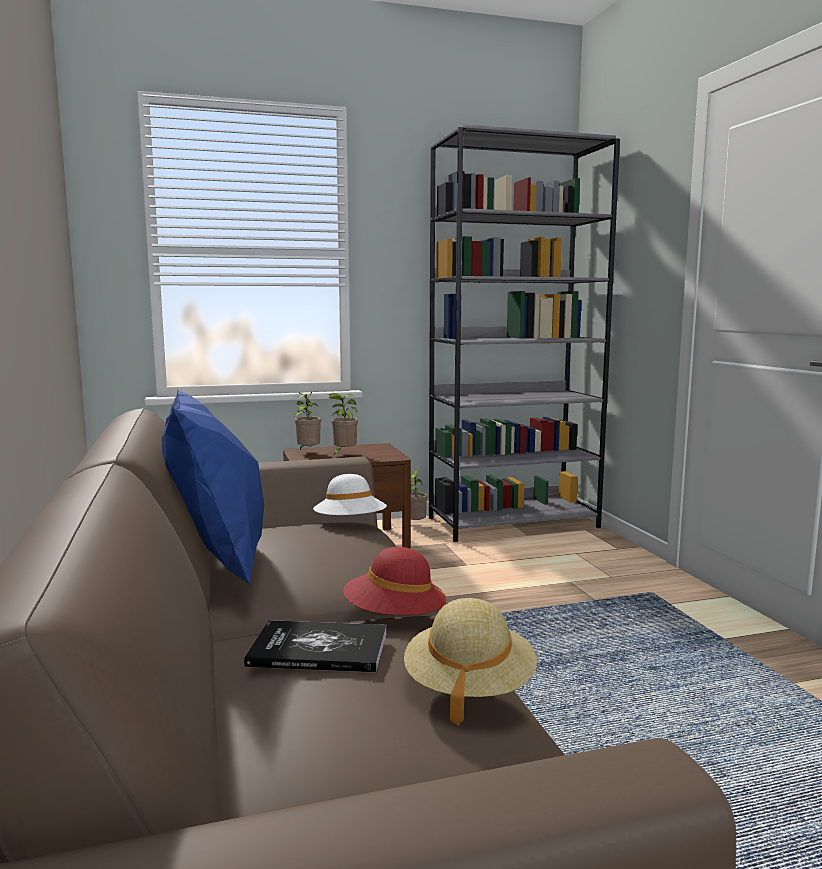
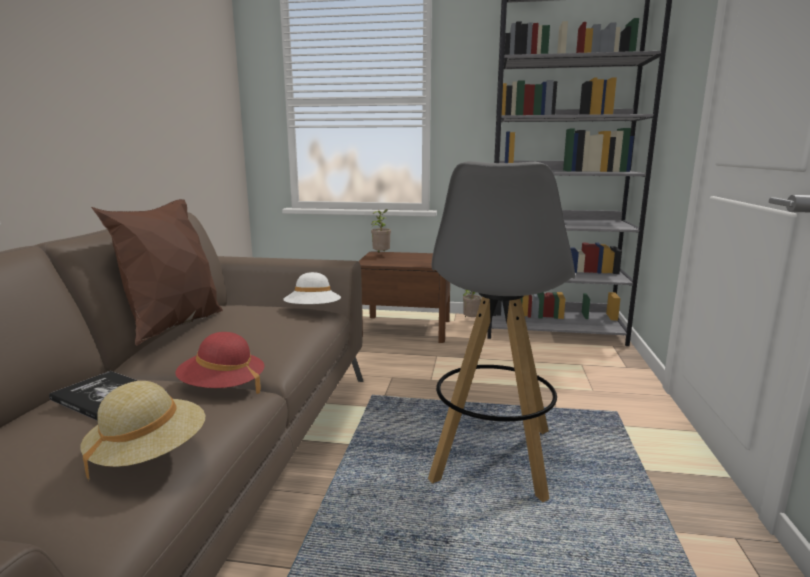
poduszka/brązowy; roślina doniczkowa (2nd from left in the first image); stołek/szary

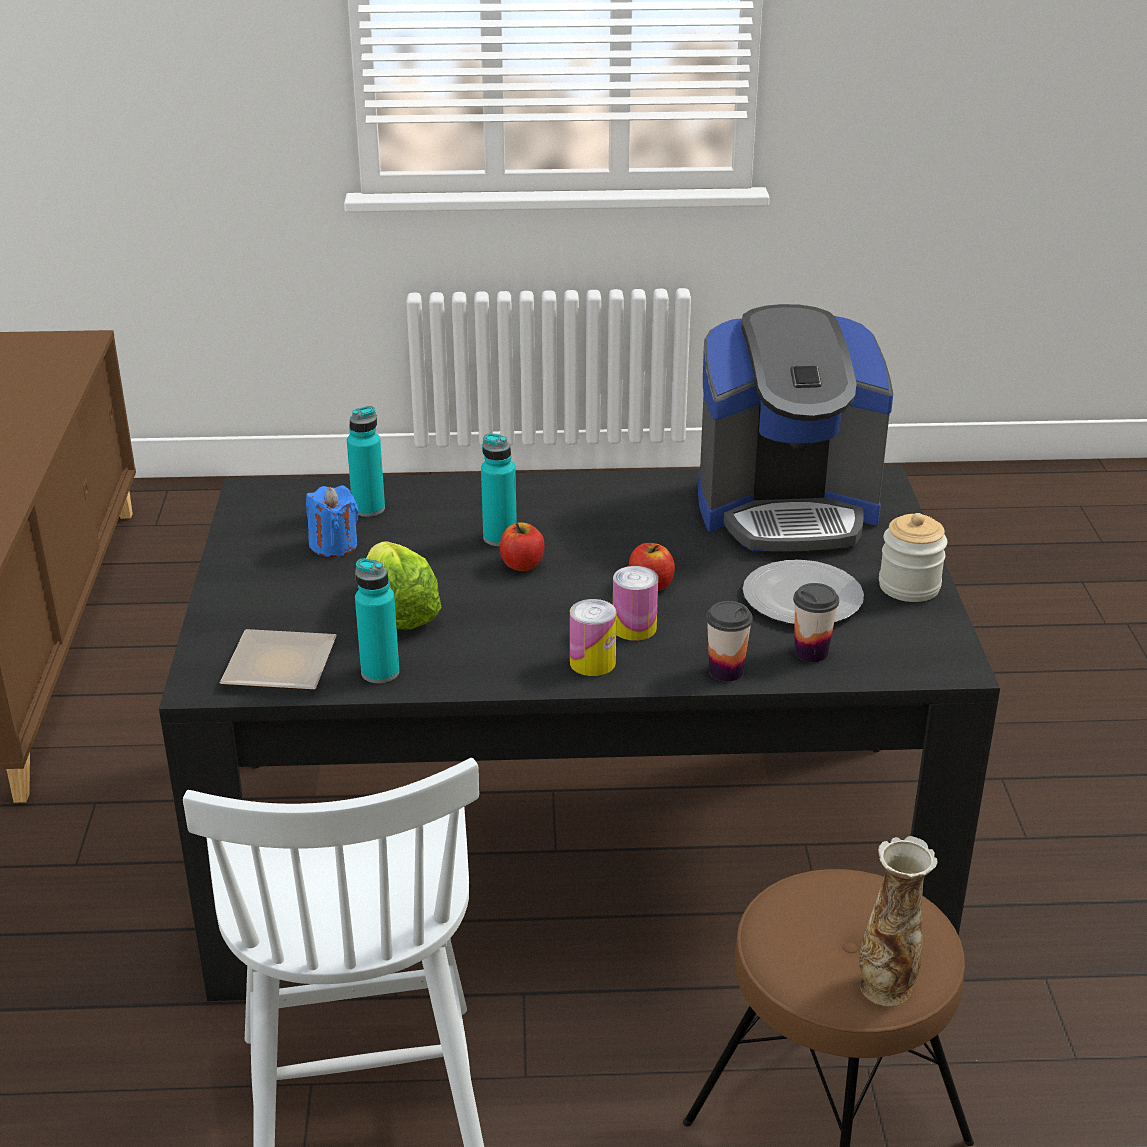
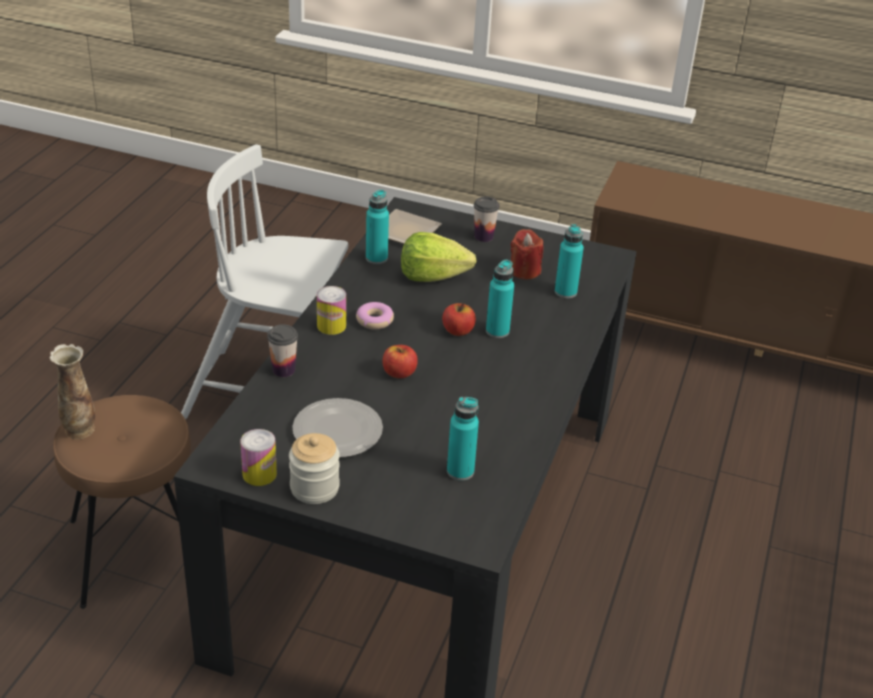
świeca/czerwony; puszka (1st from left); butelka/turkusowy (2nd from left); filiżanka (2nd from left); donut

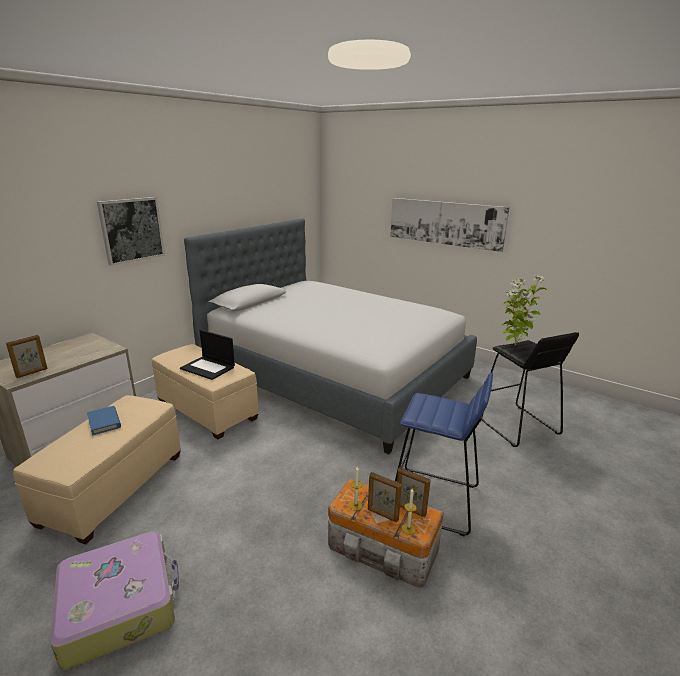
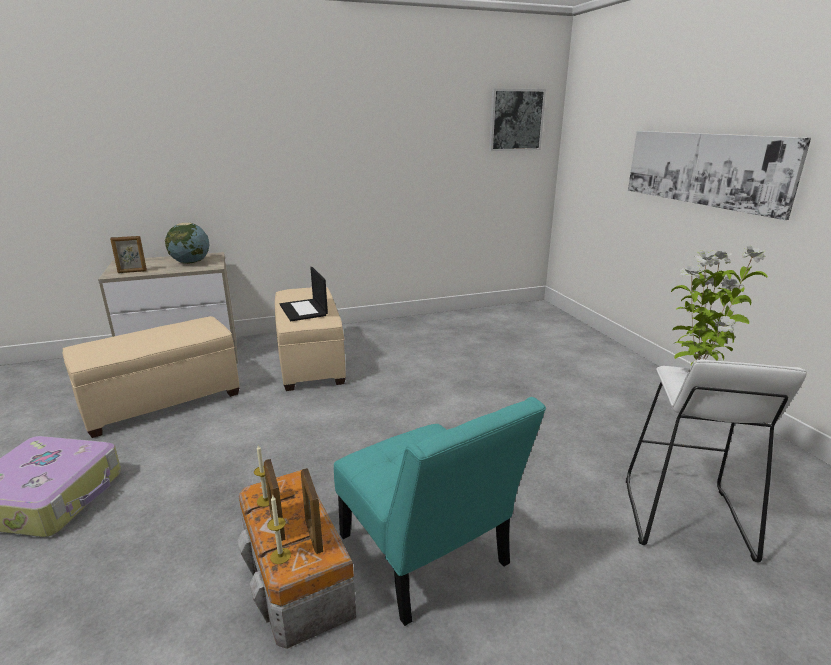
książka/niebieski; obraz (1st from left); łóżko; krzesło/turkusowy; stołek/biały; globus

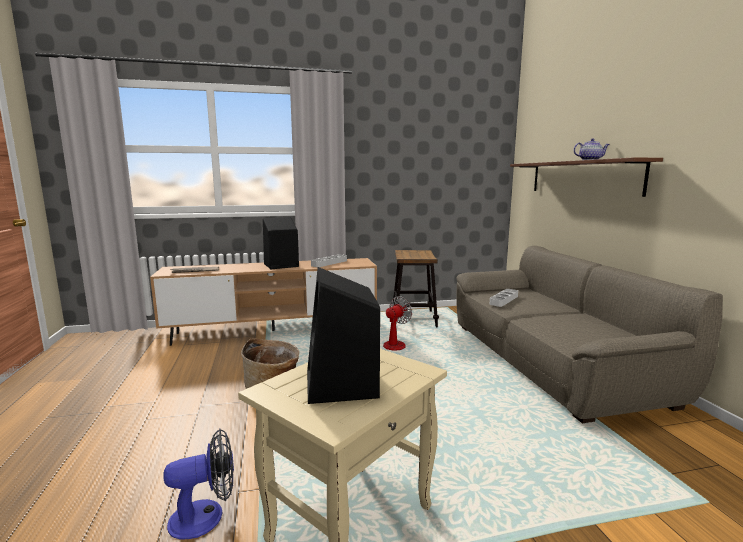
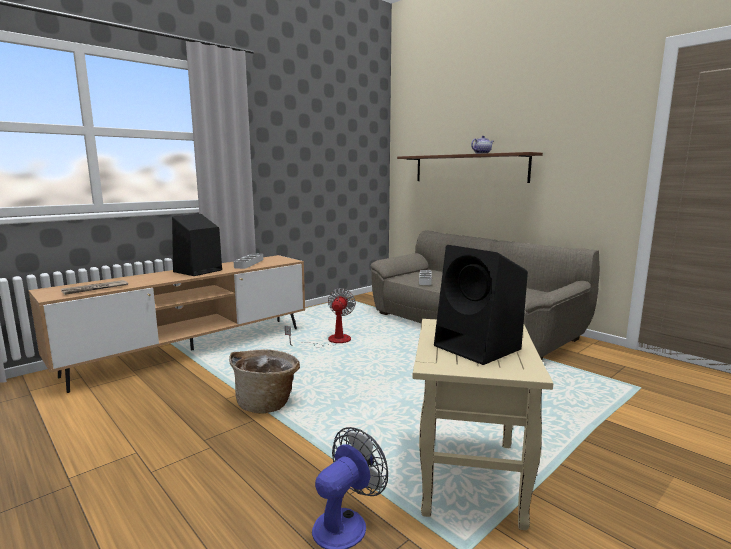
stołek

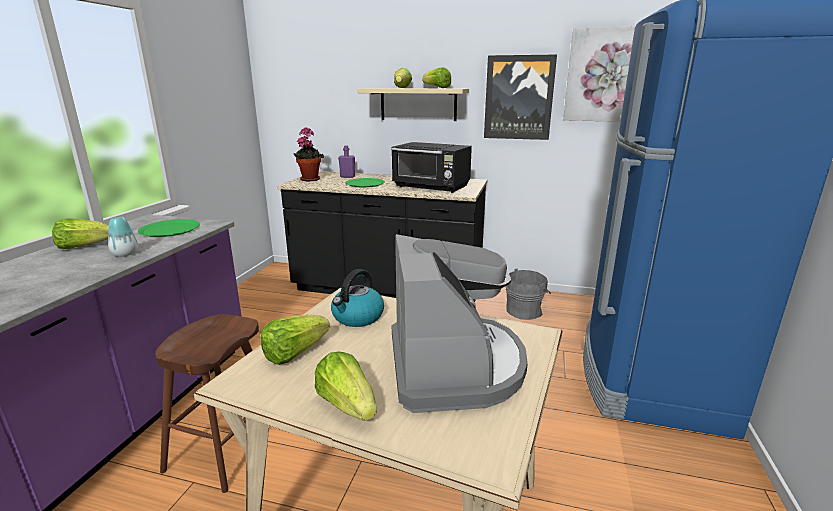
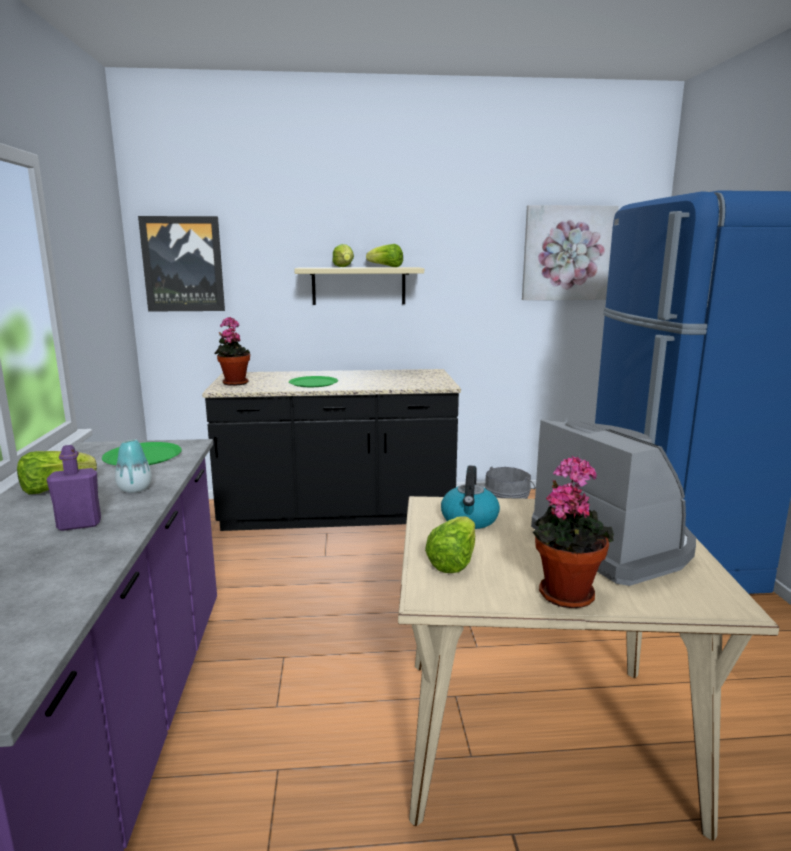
stołek/brązowy; roślina doniczkowa (2nd from left); butelka/fioletowy; mikrofalówka/czarny; obraz (1st from left)

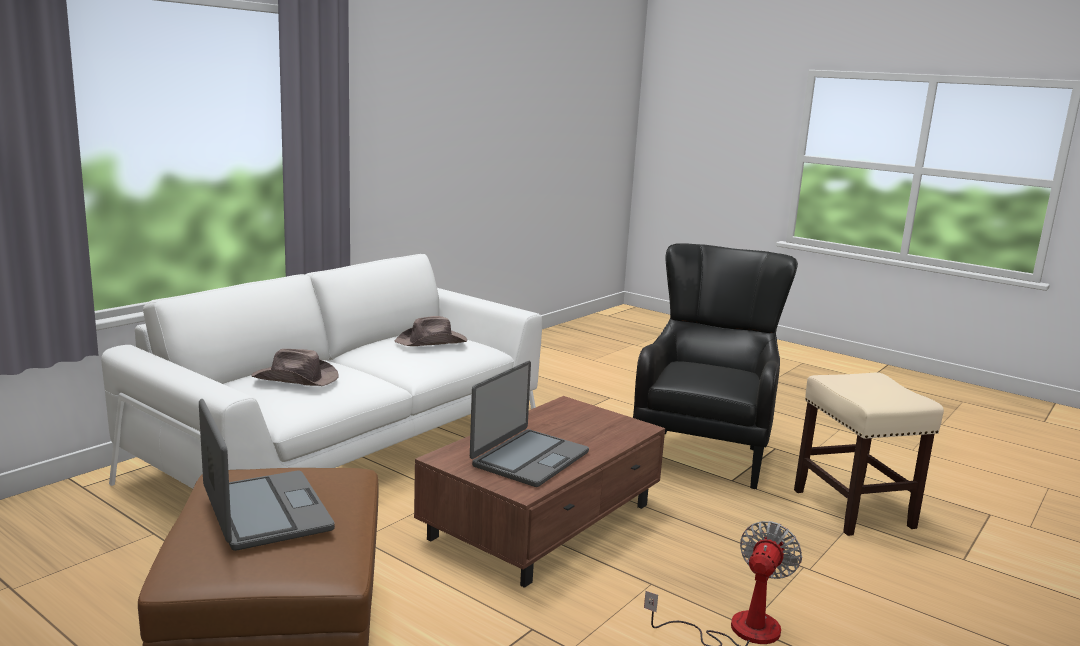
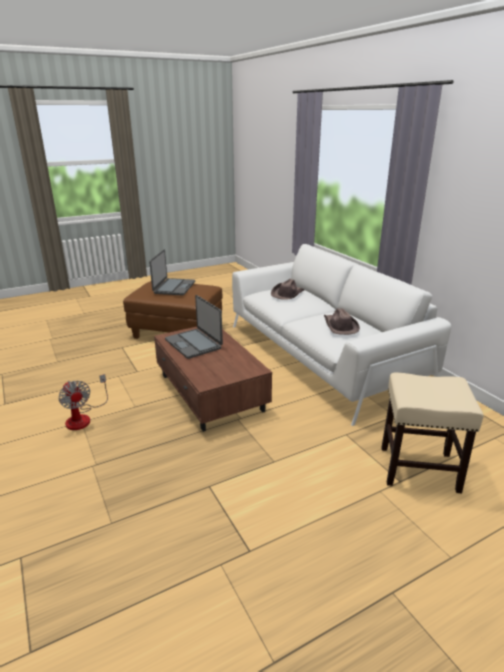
laptop (1st from left); fotel/czarny; stołek/beżowy

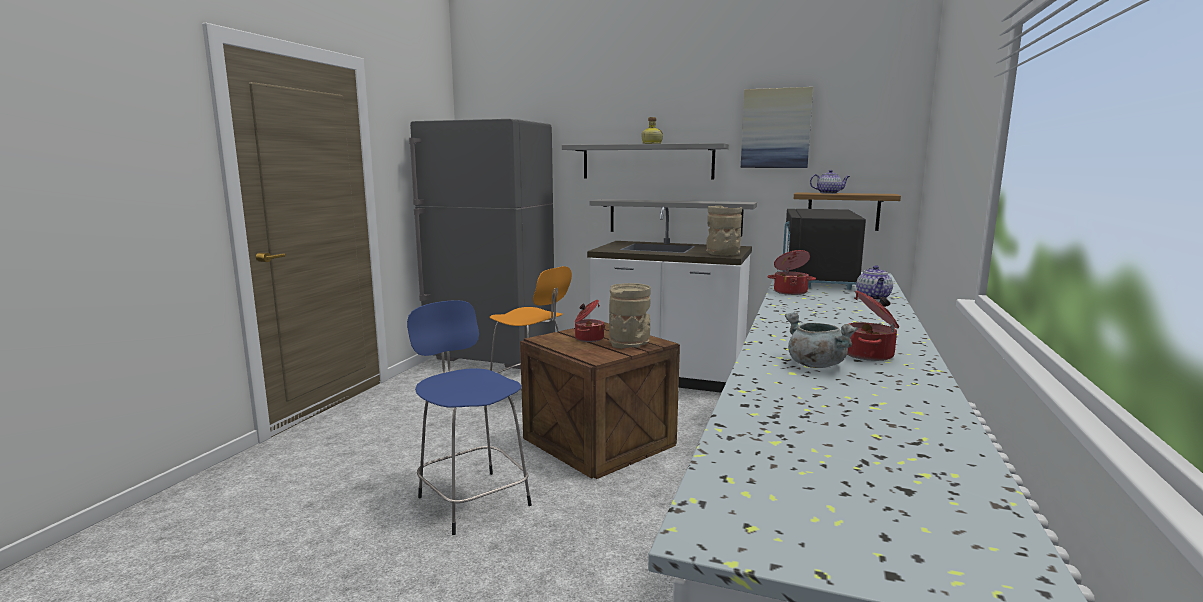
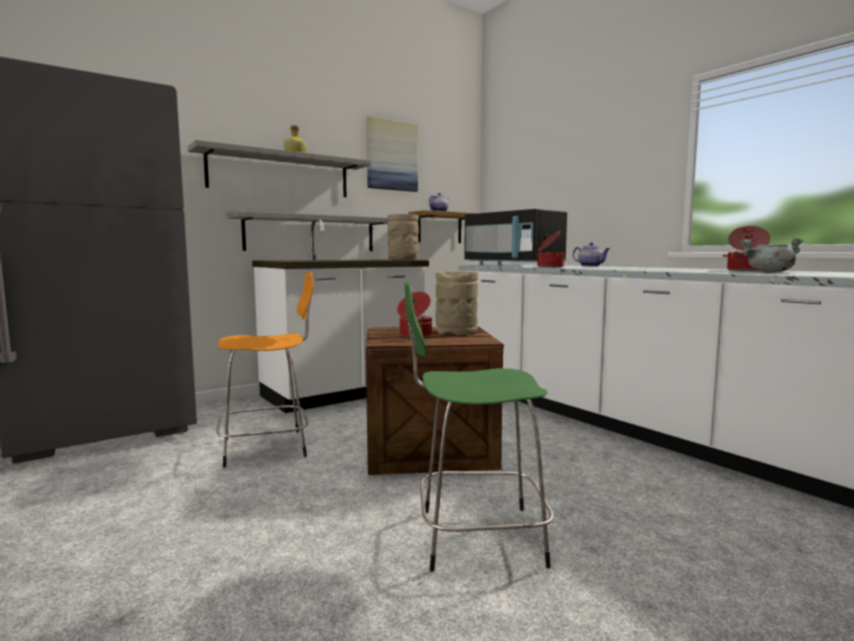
stołek/zielony

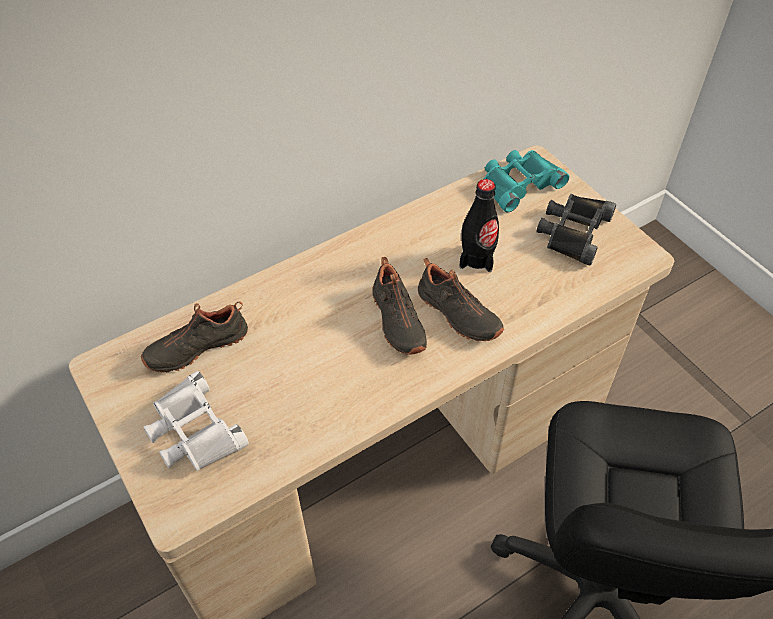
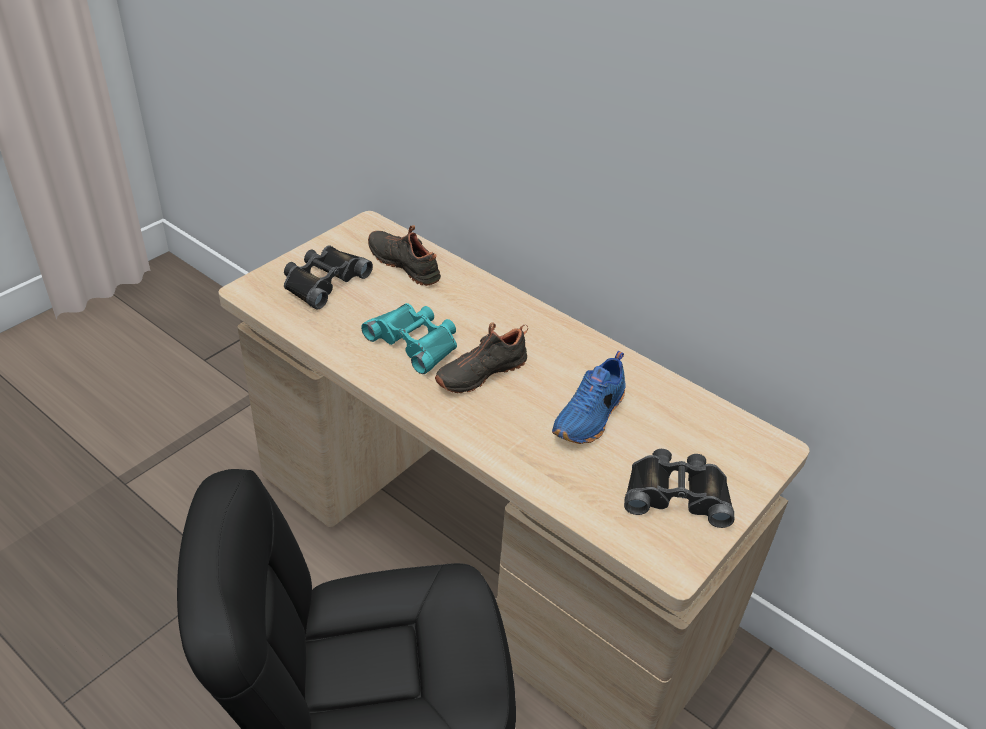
lornetka/czarny (1st from left); but/czarny (3rd from left in the first image); but/niebieski; lornetka/turkusowy

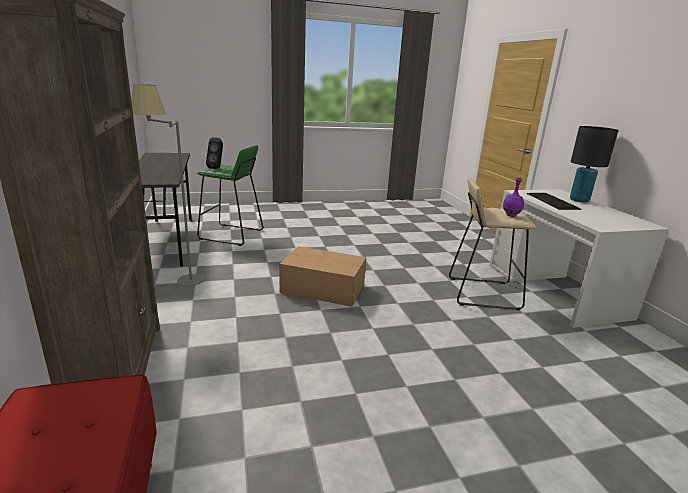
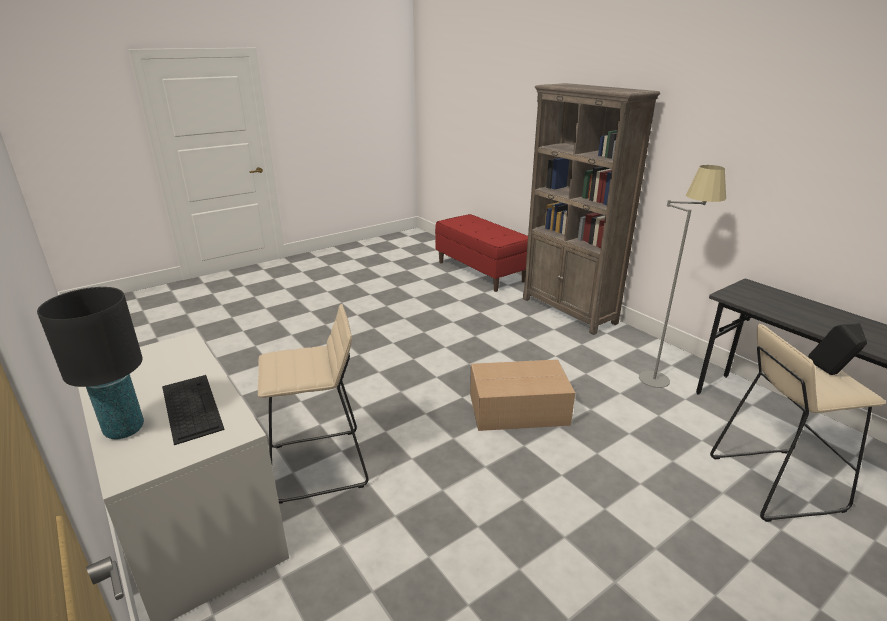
stołek/beżowy (2nd from left); butelka/fioletowy

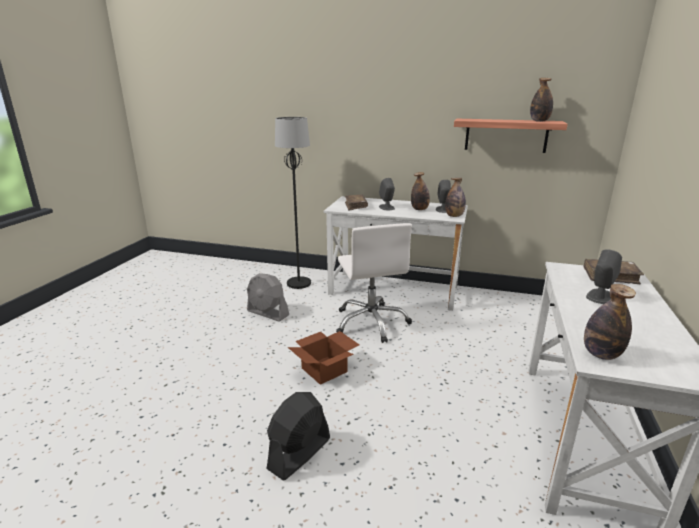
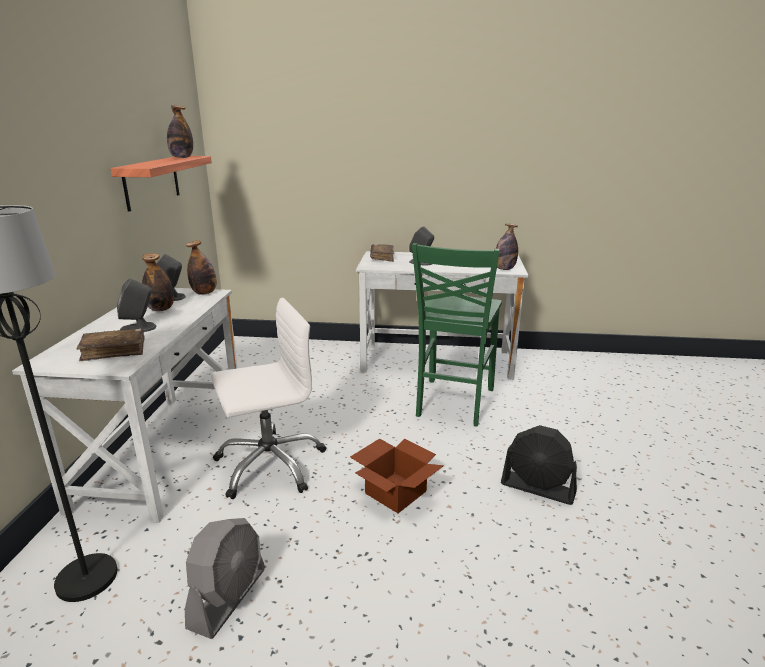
krzesło/zielony

